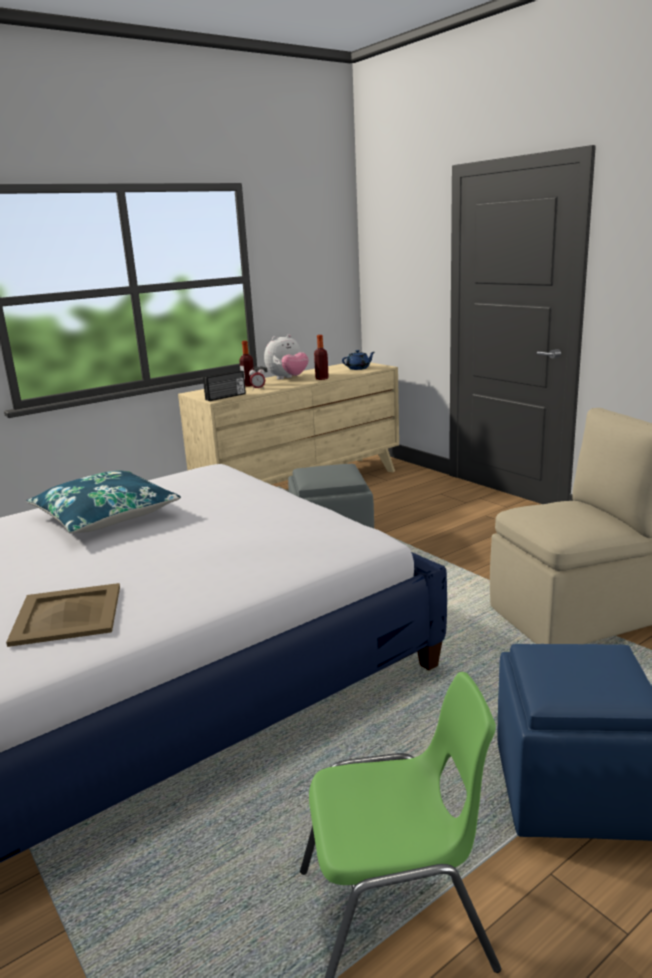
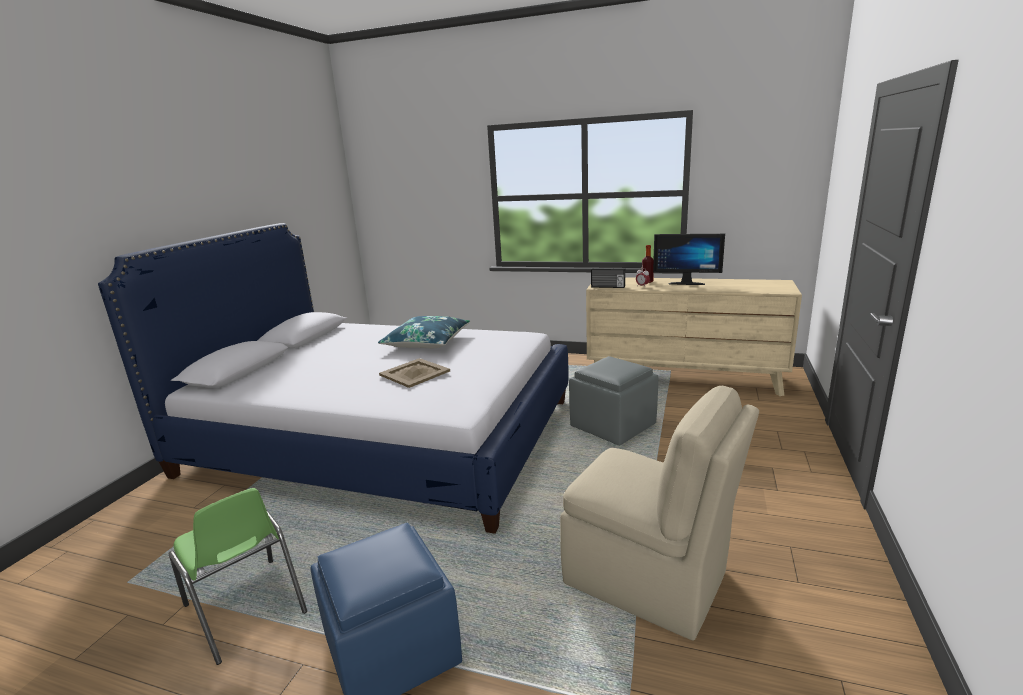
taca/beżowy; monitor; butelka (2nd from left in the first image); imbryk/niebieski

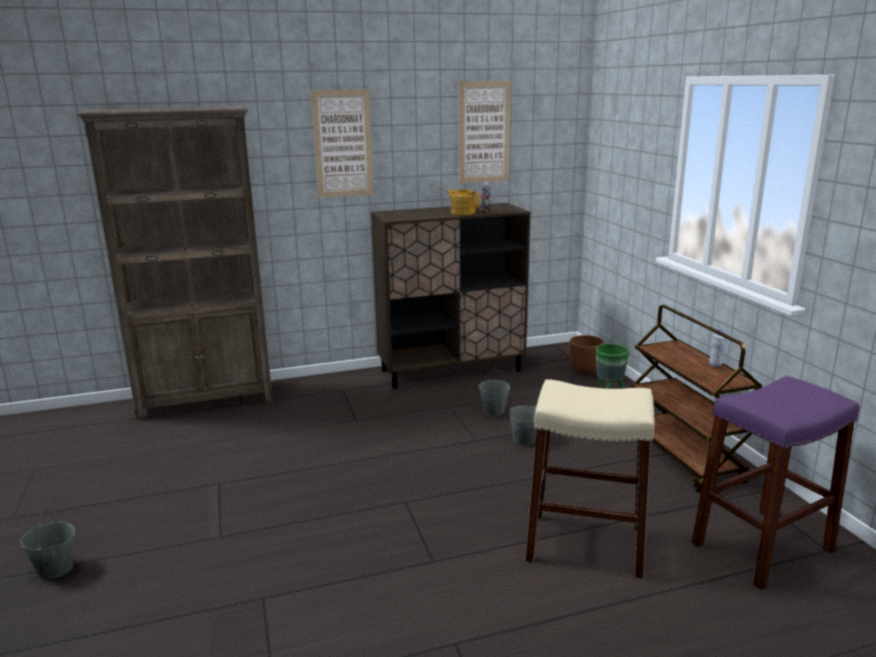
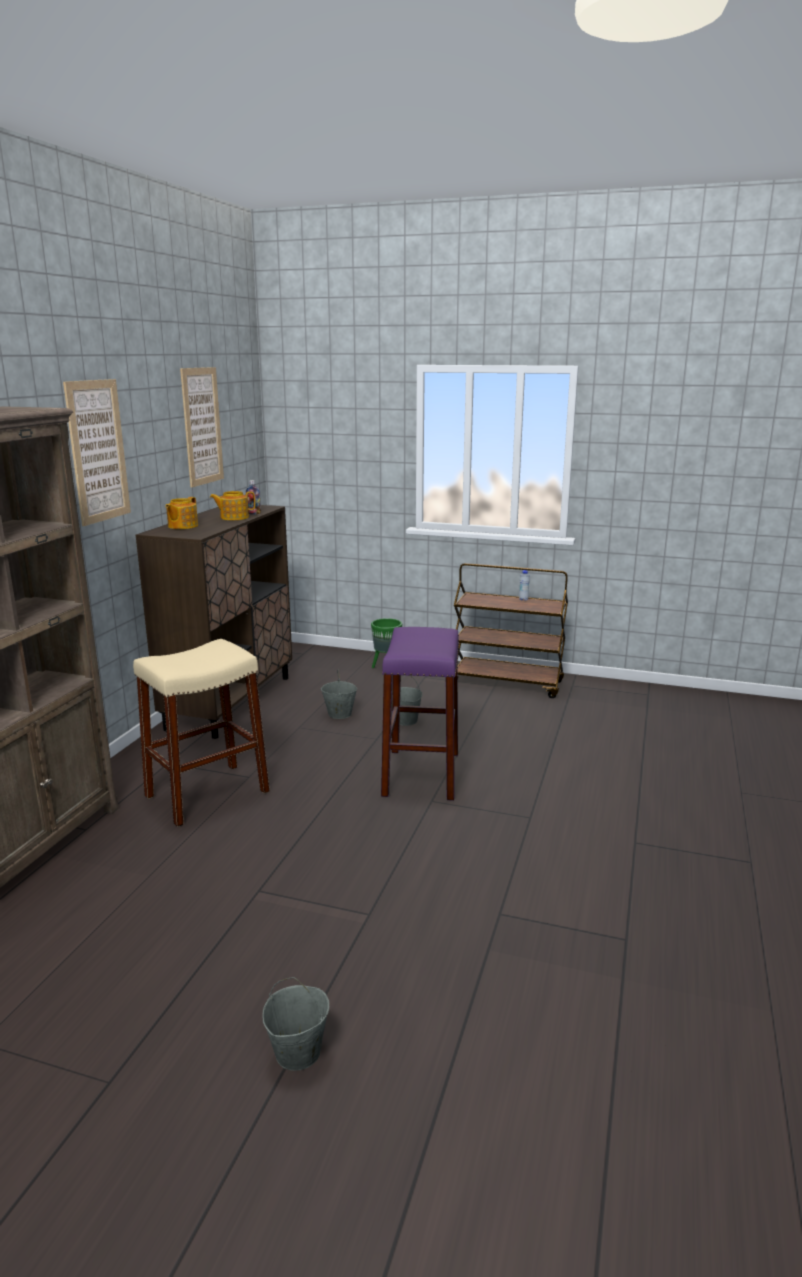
stołek/beżowy; donica/brązowy; stołek/fioletowy; imbryk (1st from left)

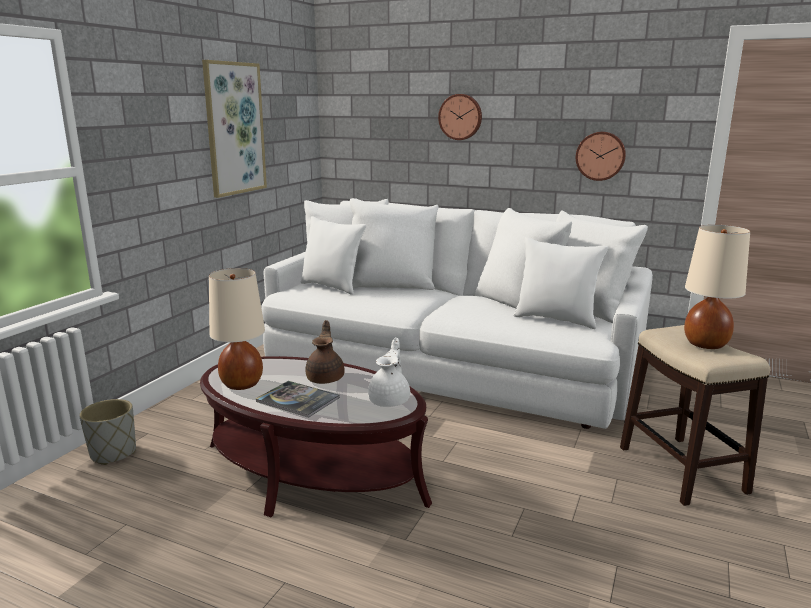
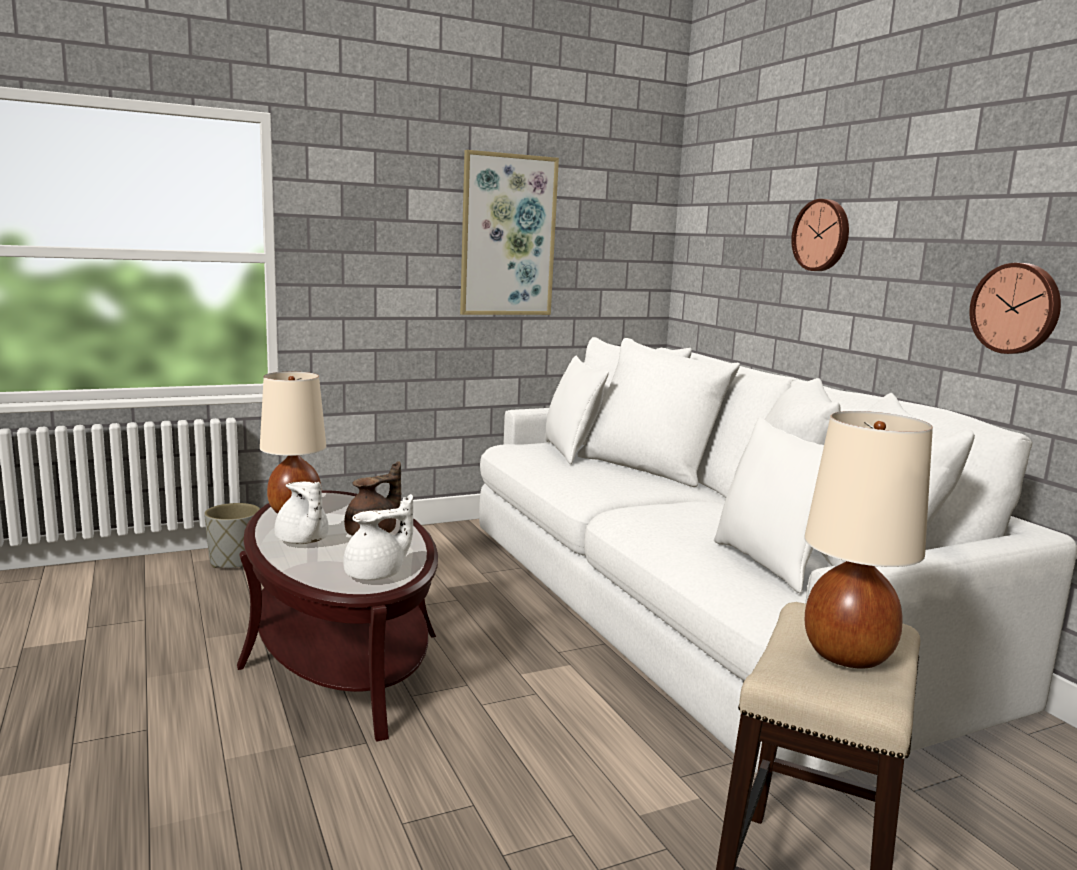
imbryk/biały (1st from left)

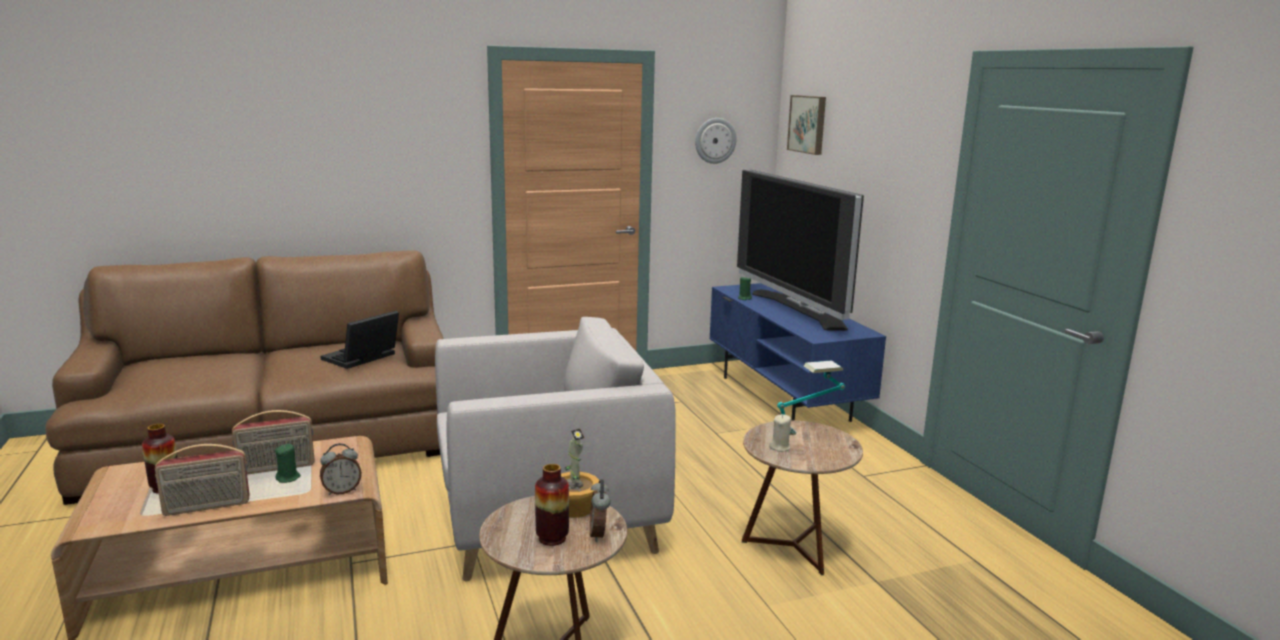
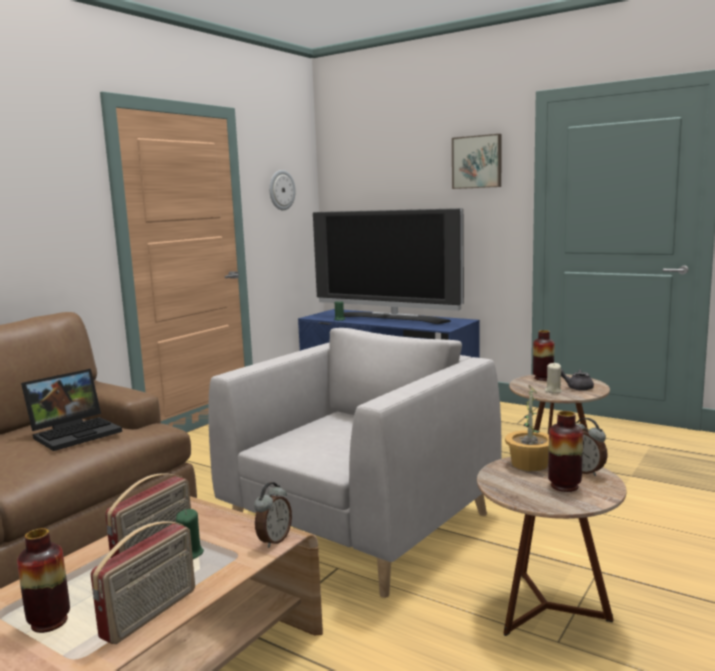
laptop; wazon (2nd from left); obraz; imbryk/szary

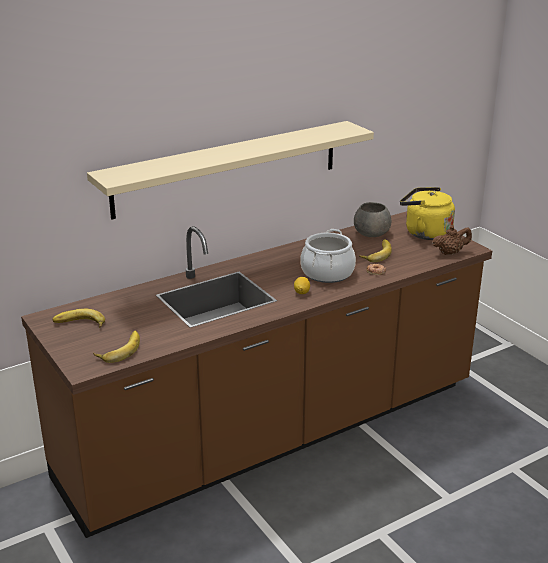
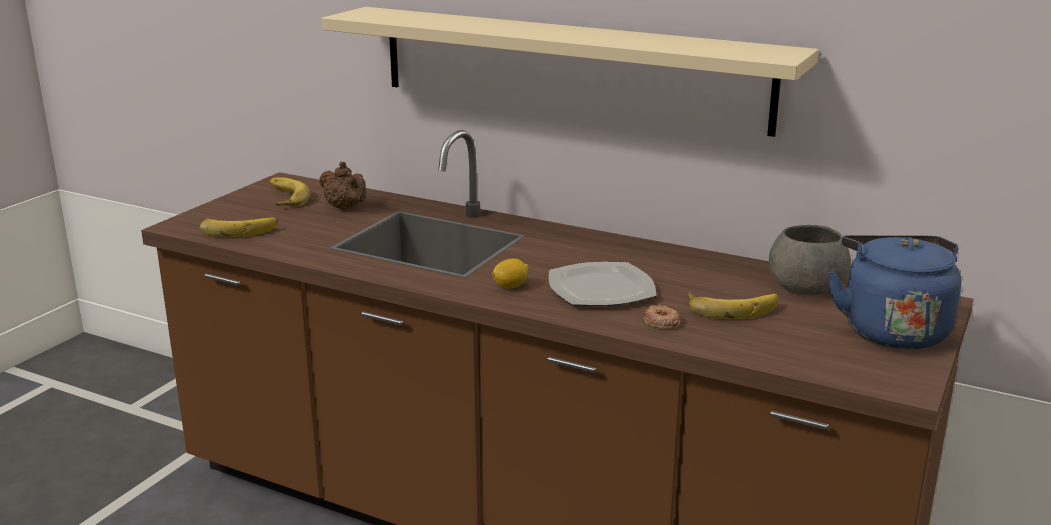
talerz; czajnik/niebieski; imbryk/brązowy

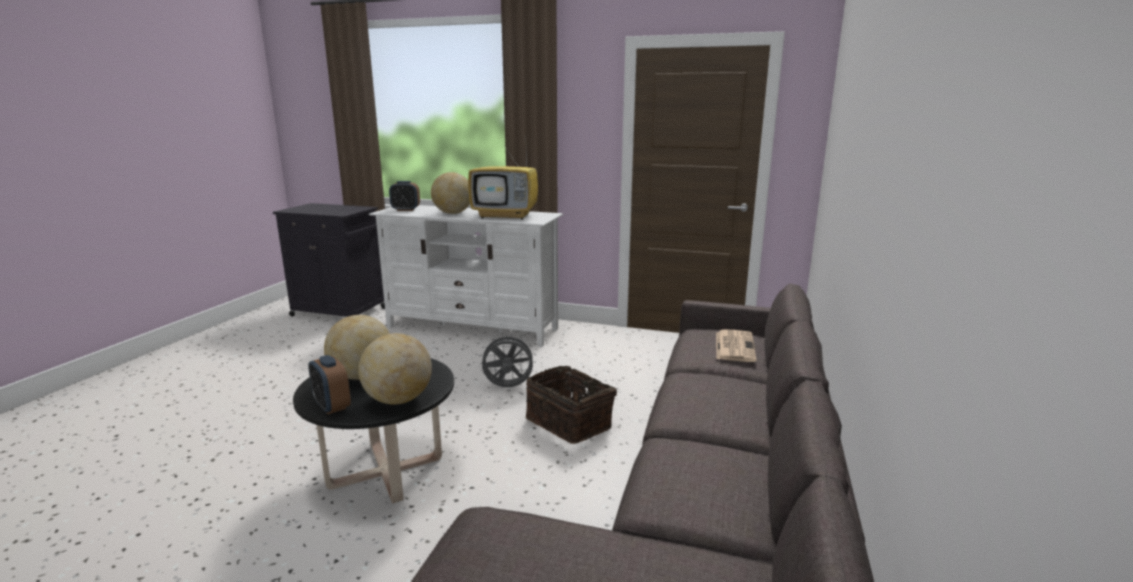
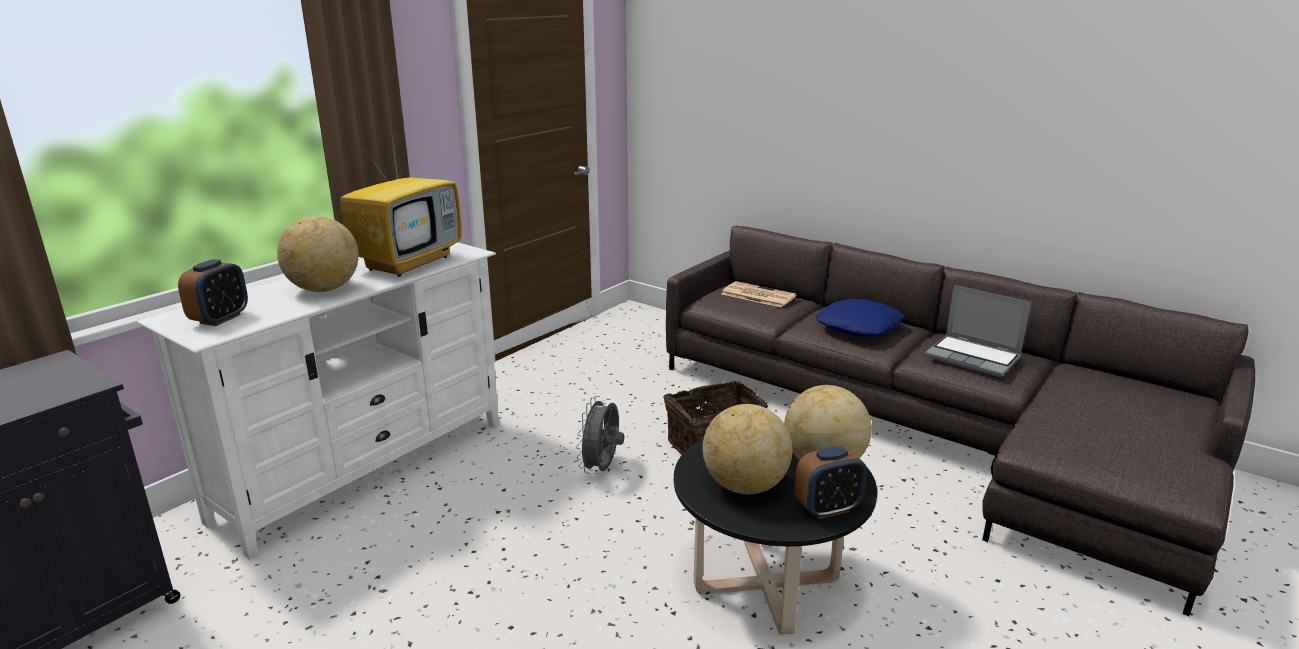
poduszka/niebieski; laptop

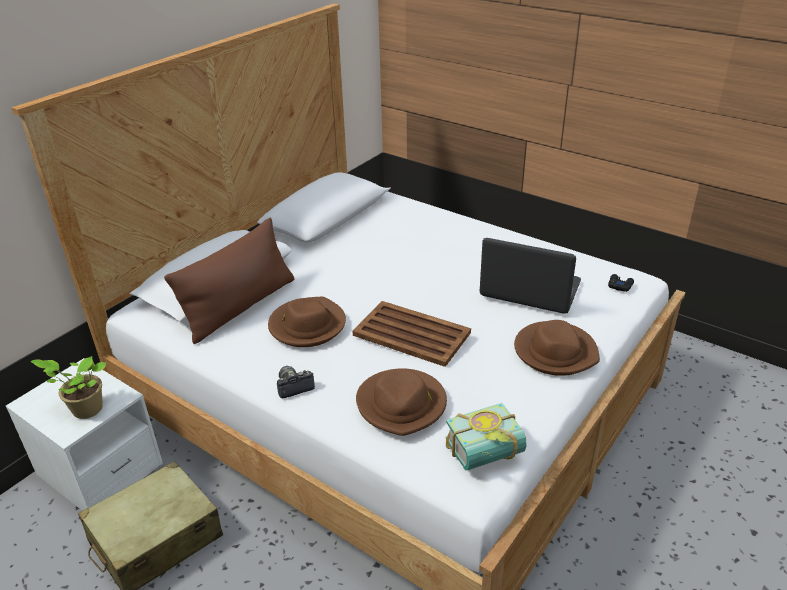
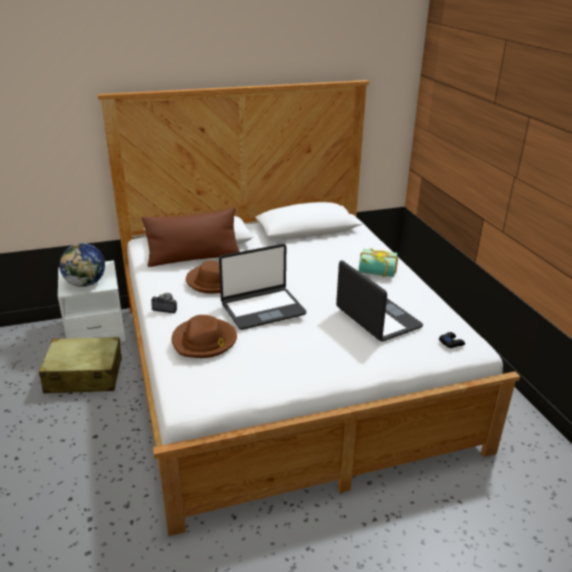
globus; laptop (1st from left); książka; kapelusz/brązowy (3rd from left in the first image)

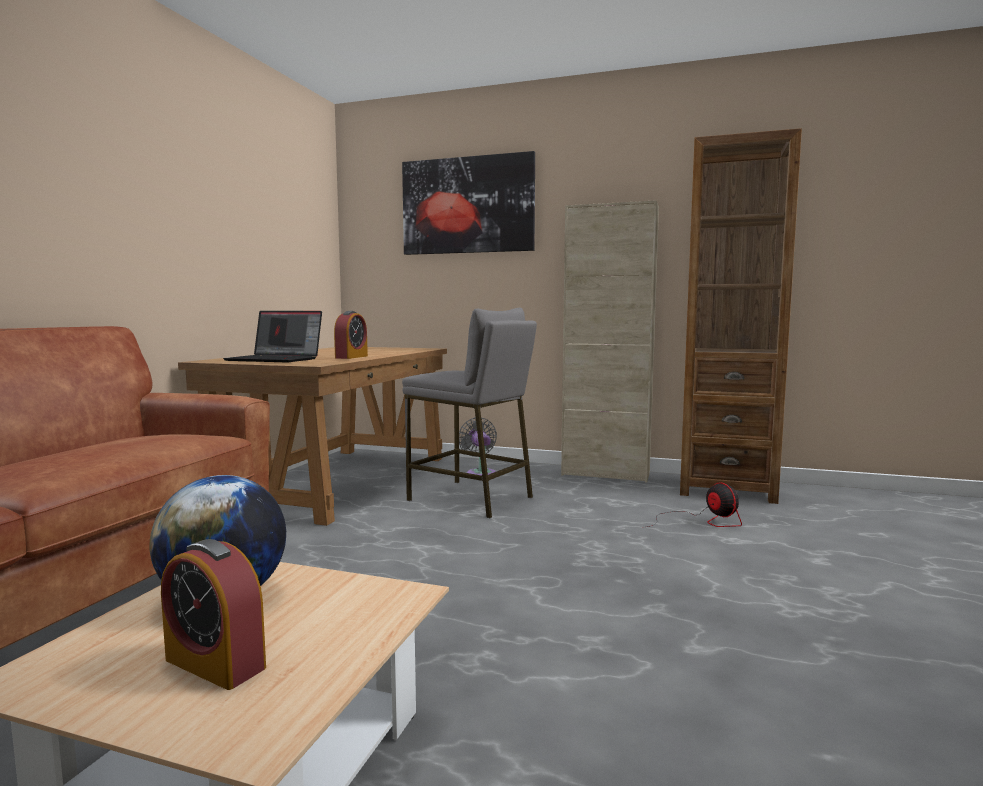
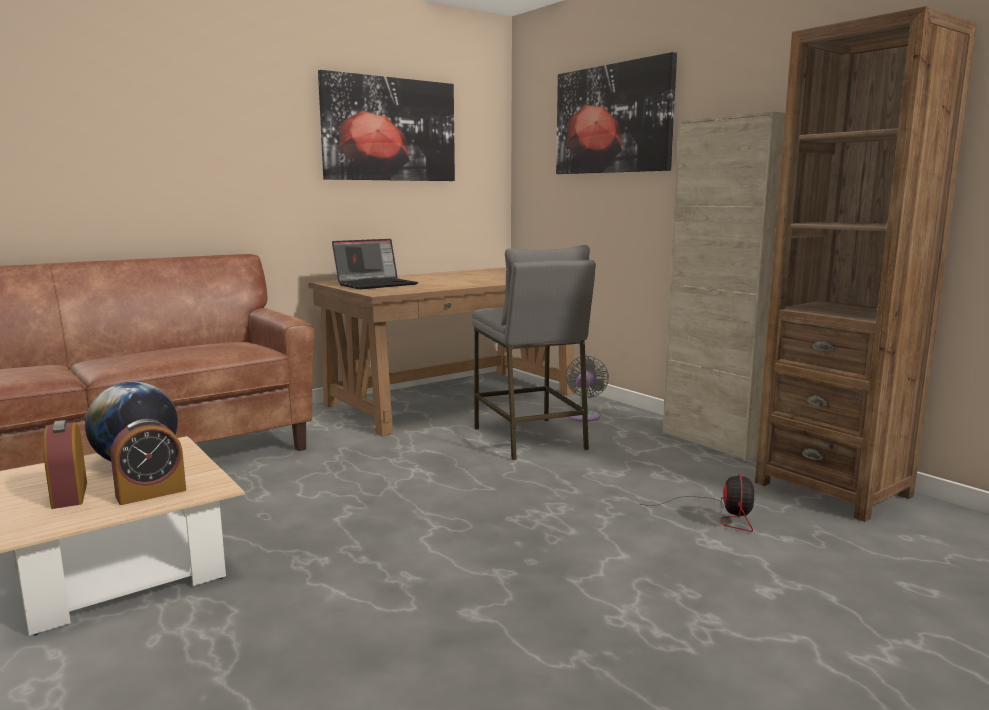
laptop; budzik (2nd from left); obraz (1st from left)

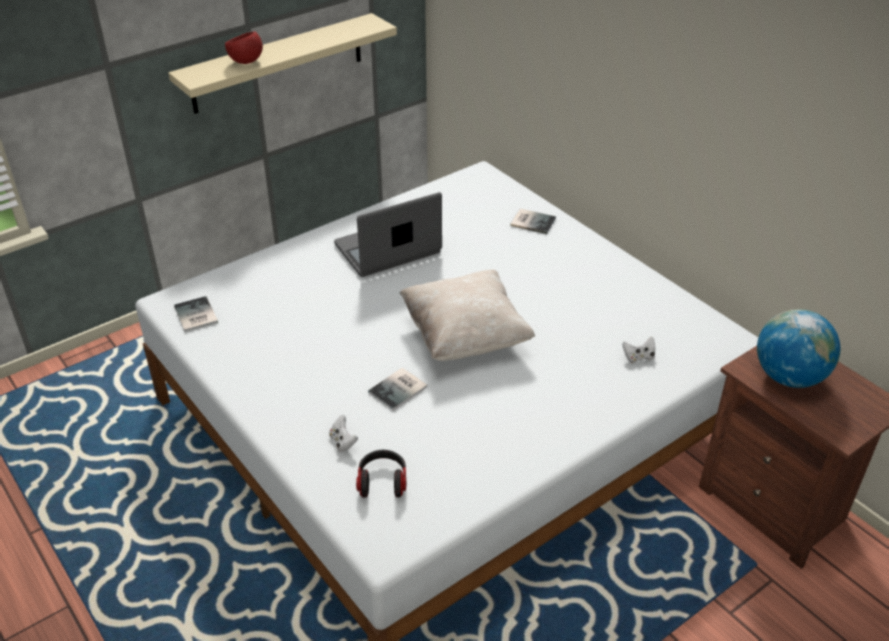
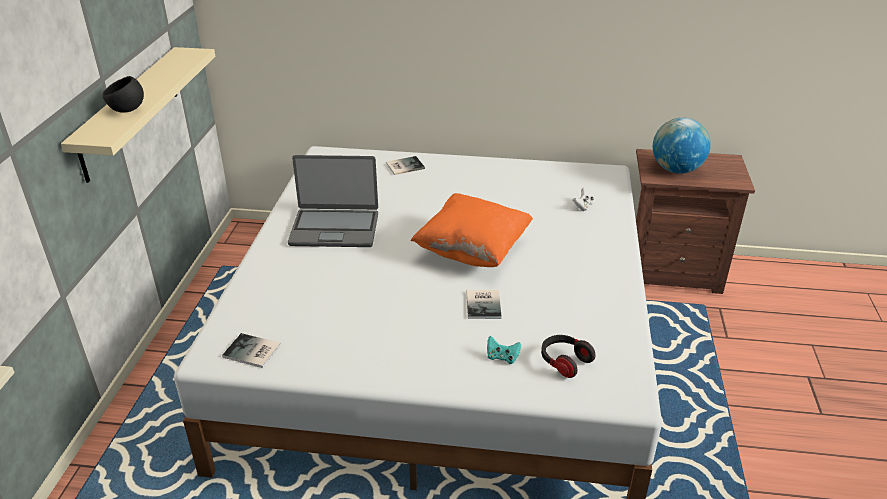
miska/czarny; pad do gier/turkusowy; laptop; poduszka/pomarańczowy

